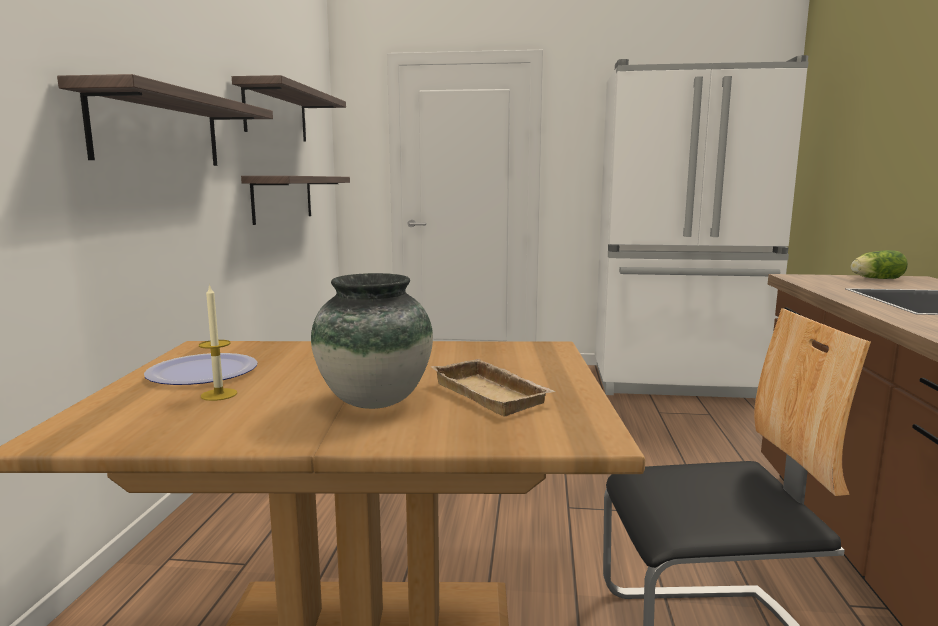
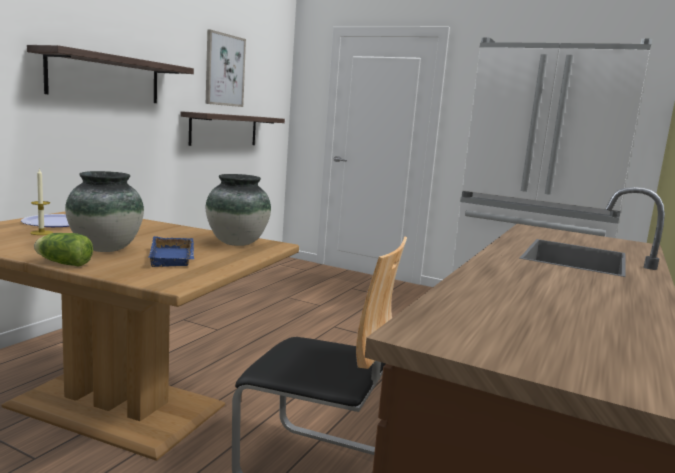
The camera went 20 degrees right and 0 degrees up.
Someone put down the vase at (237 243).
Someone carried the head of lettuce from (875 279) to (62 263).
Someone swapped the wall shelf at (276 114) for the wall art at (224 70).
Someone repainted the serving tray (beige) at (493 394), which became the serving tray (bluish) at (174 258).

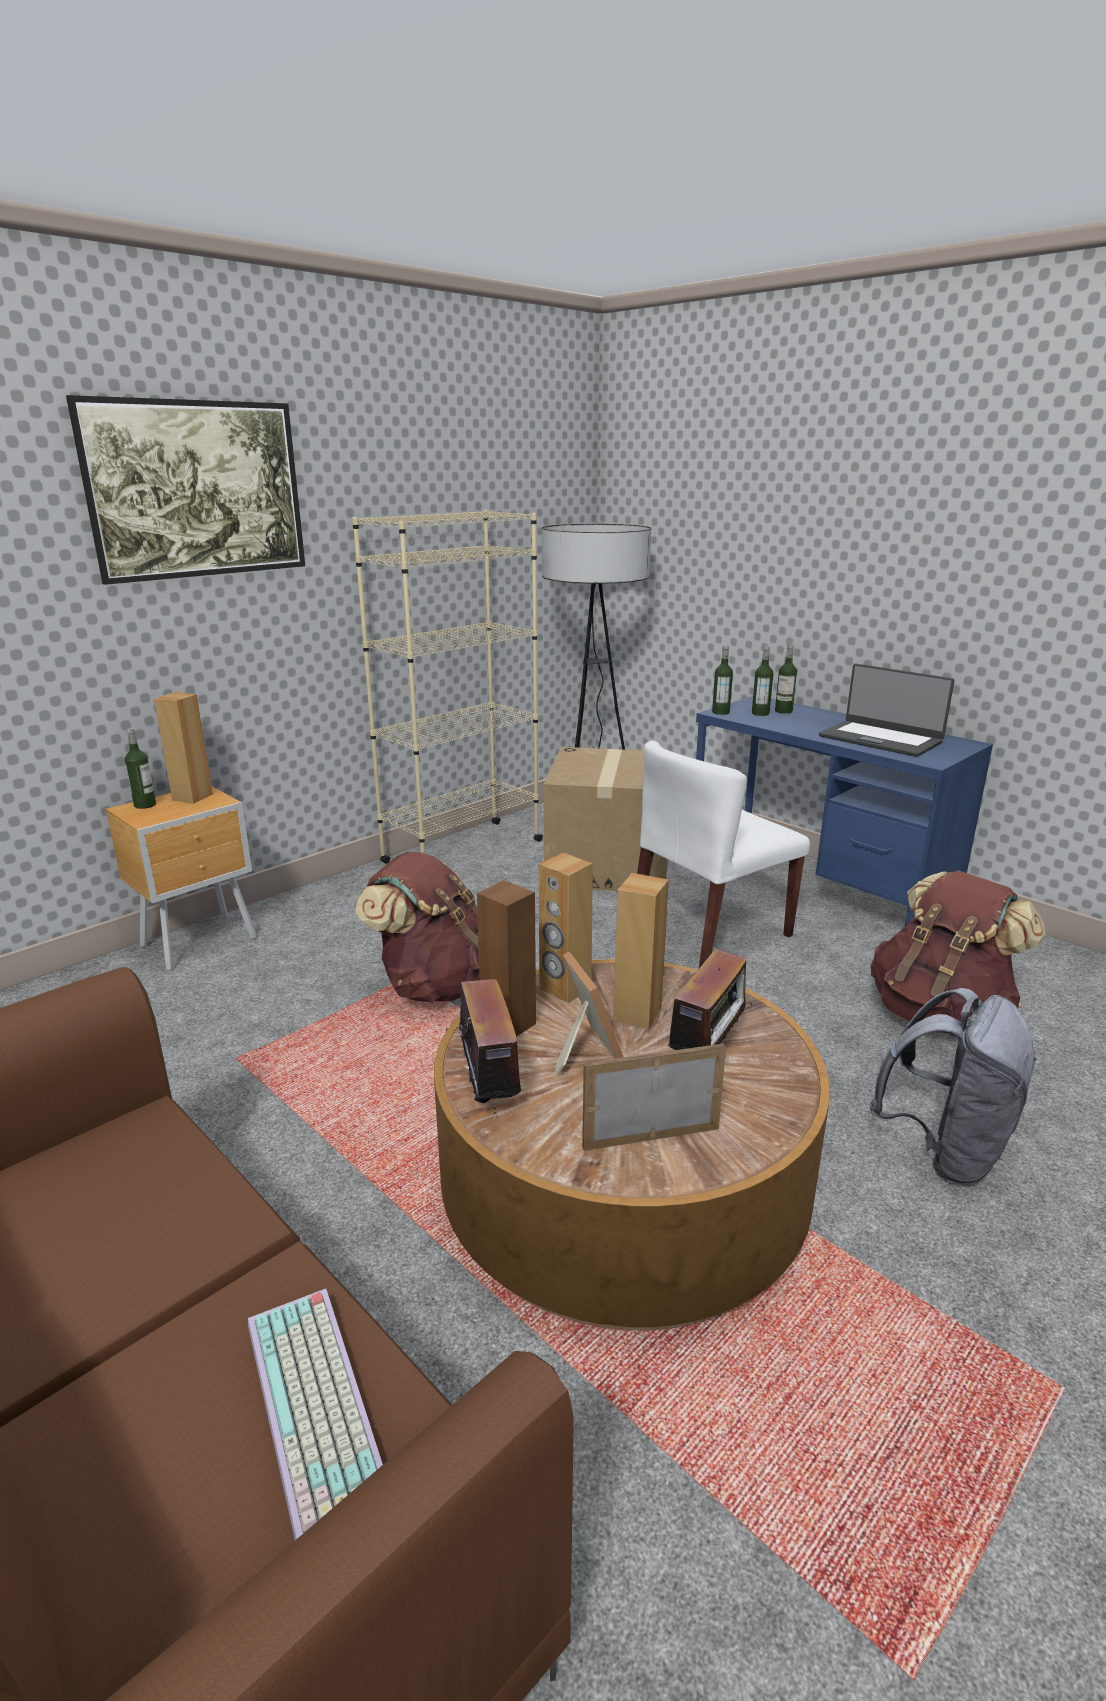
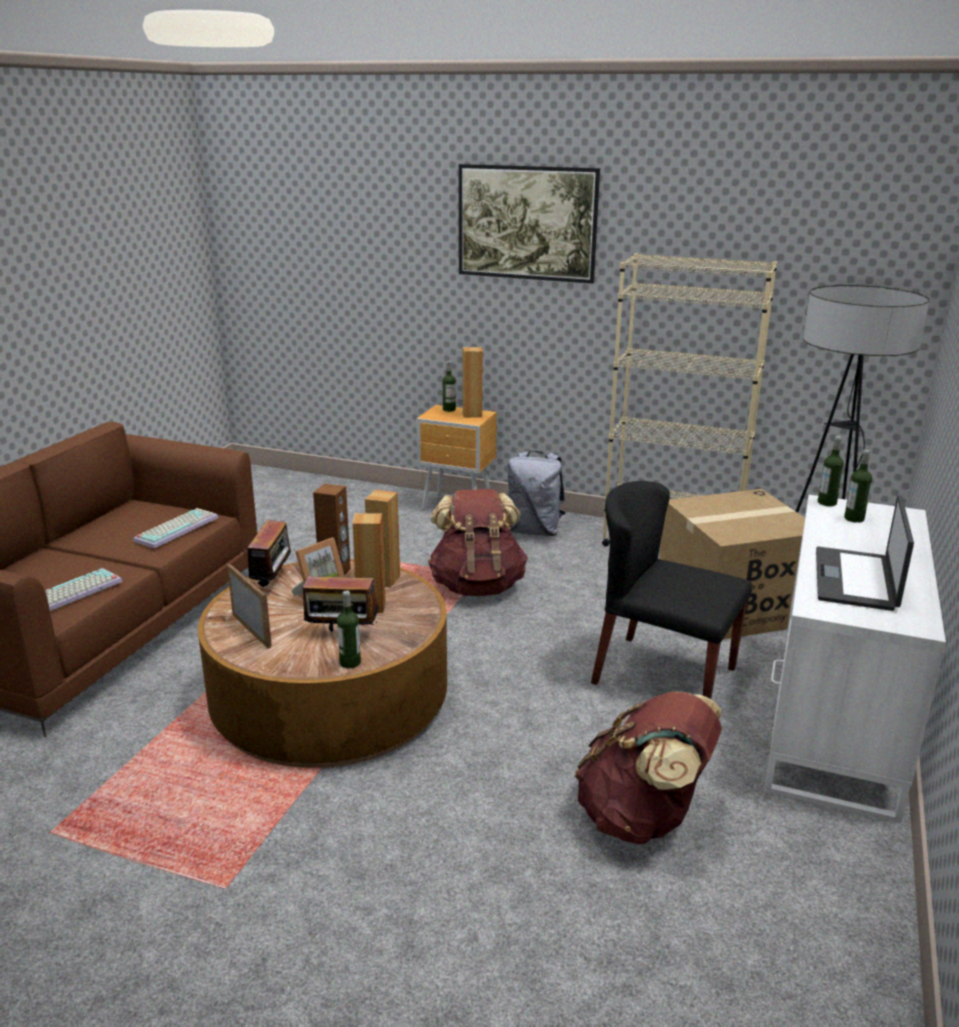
The camera went 65 degrees right and 0 degrees up.
Someone put down the computer keyboard at (176 528).
Someone carried the beverage bottle from (783 711) to (350 663).
Someone carried the backpack (grey) from (944 1149) to (534 531).
Someone repainted the plain chair (whitish) at (709 933), which became the plain chair (black) at (662 675).
Someone repainted the desk unit (bluish) at (816 885), which became the desk unit (whitish) at (833 720).
Someone rotated the radio receiver at (491 1087) by 45 degrees counterclockwise.

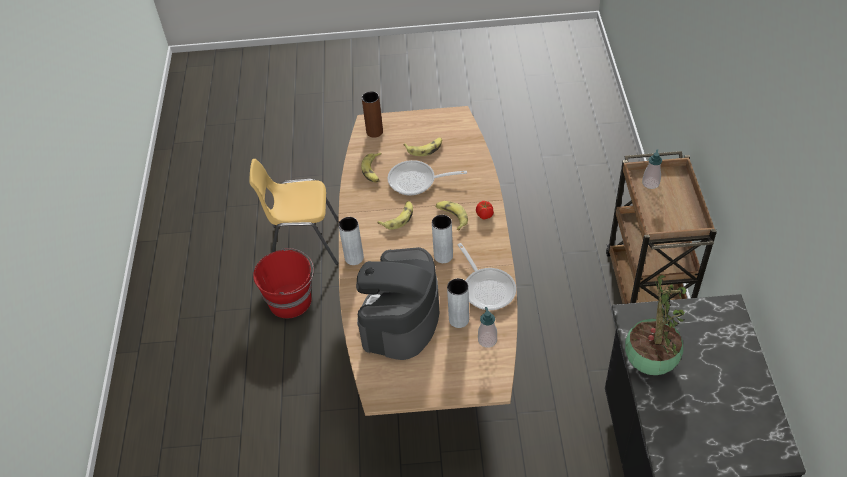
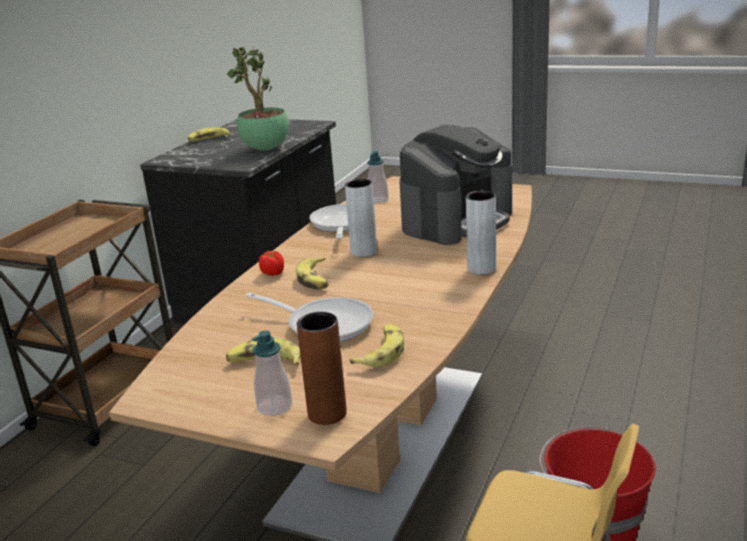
The camera went 155 degrees left and 25 degrees down.
Someone took away the vase (grey) at (459 319).
Someone carried the whole banana from (398 218) to (208 140).
Someone carried the soap dispenser from (650 183) to (274 407).

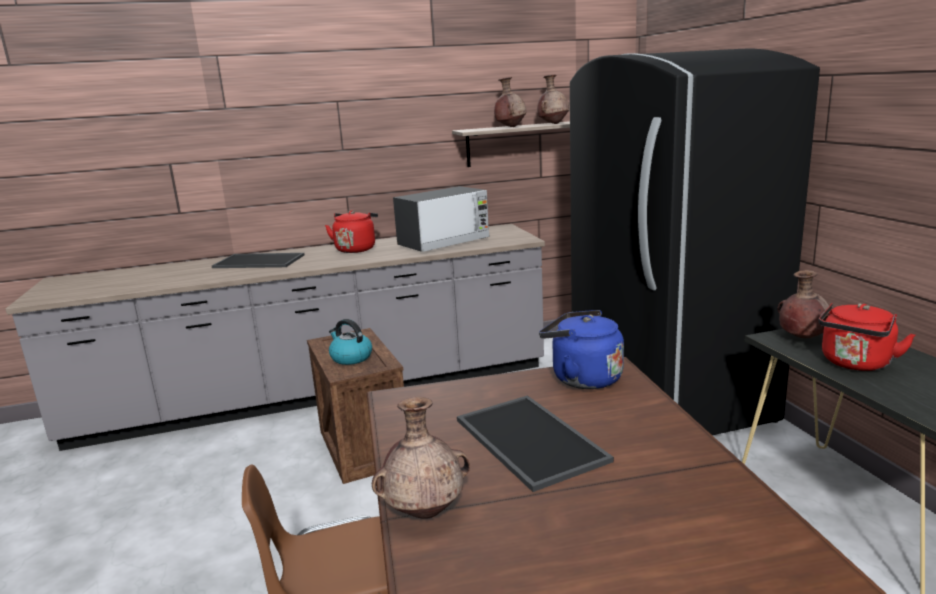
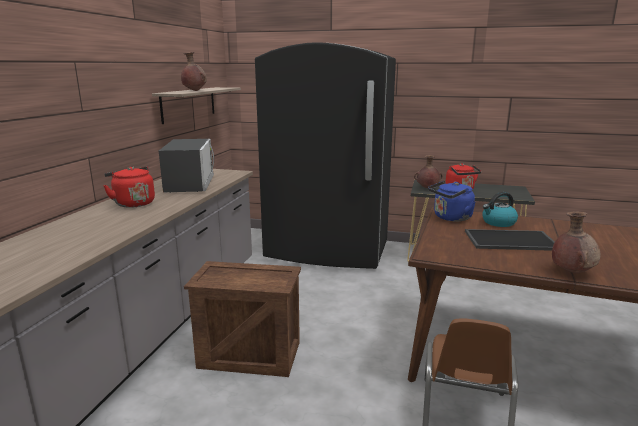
The camera went 60 degrees left and 0 degrees up.
Someone took away the serving tray at (260 261).
Someone took away the vase (brownish) at (553 124).
Someone carried the kettle from (350 358) to (498 223).

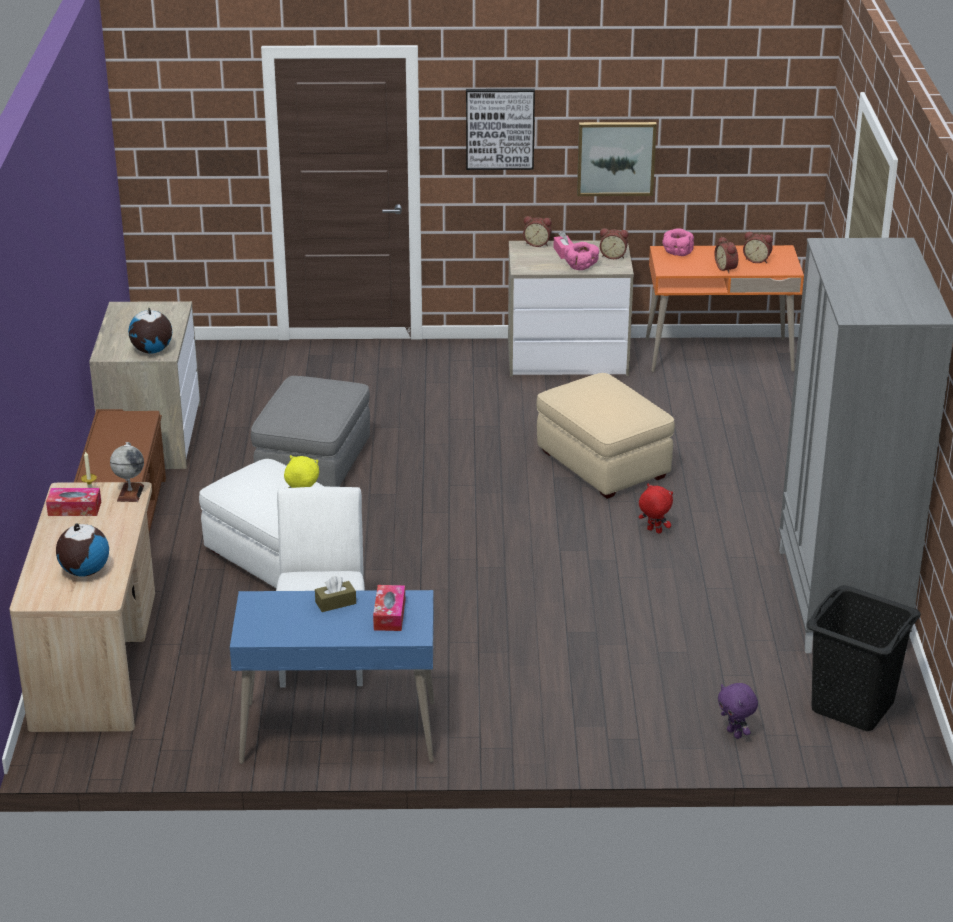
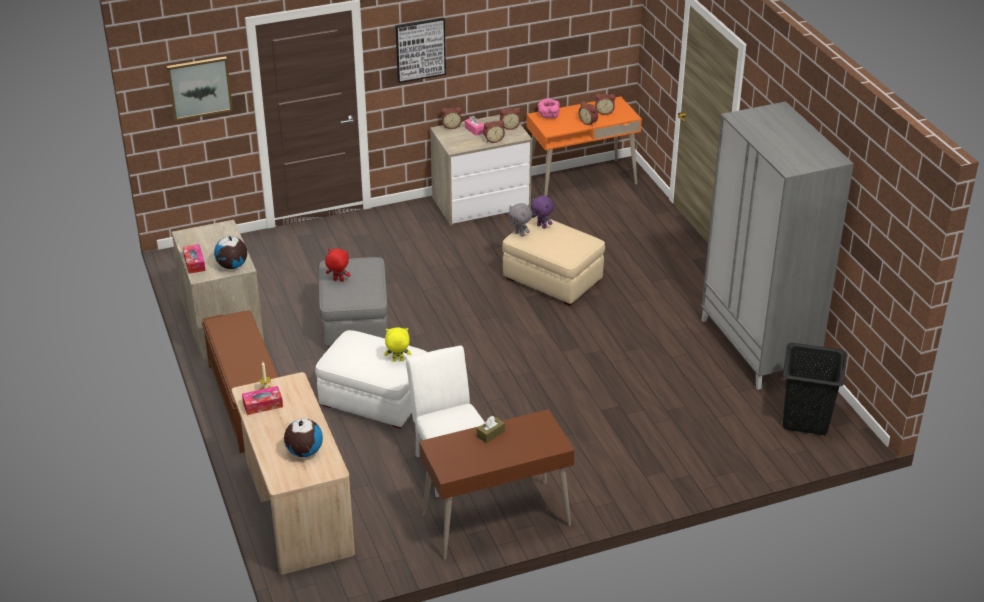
The camera went 20 degrees left and 5 degrees up.
Someone took away the desk globe at (130 493).
Someone put down the plush toy (grey) at (520 234).
Someone carried the box of tissues from (389 615) to (194 263).
Someone carried the wall art from (616 158) to (199 87).
Someone carried the plush toy (reddish) from (653 531) to (338 280).
Someone carried the plush toy (purple-coloured) from (735 733) to (542 226).
Someone swapped the bowl (pink) at (581 267) for the alarm clock at (493 140).
Someone repainted the desk unit (bluish) at (338 733), which became the desk unit (brownish) at (496 520).

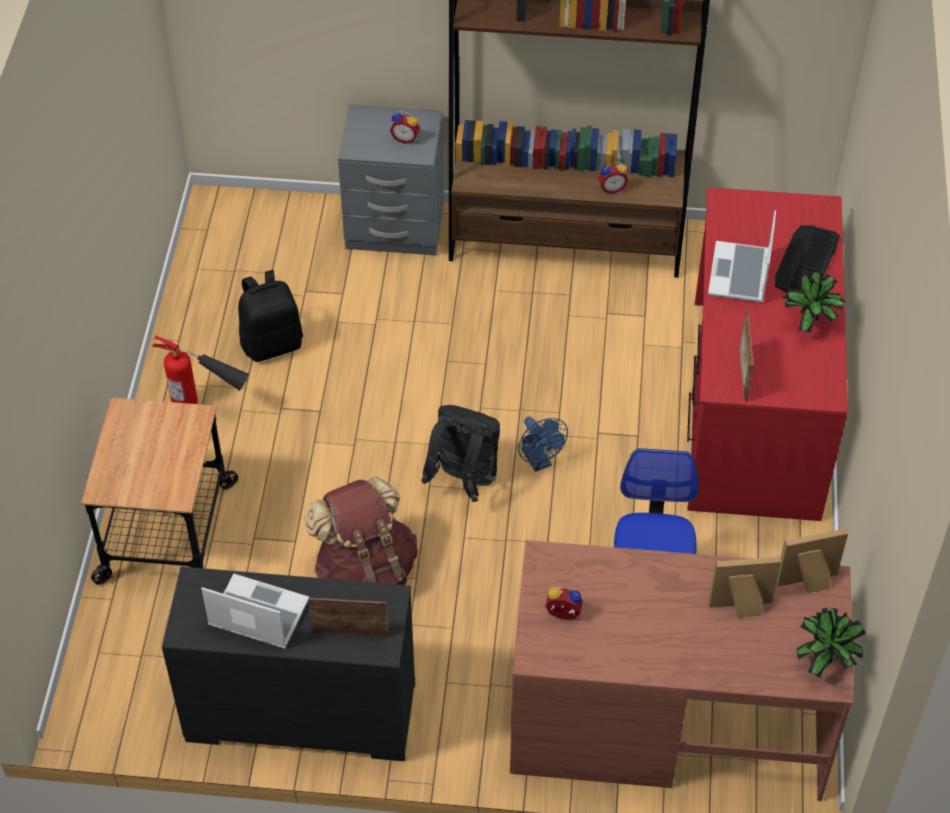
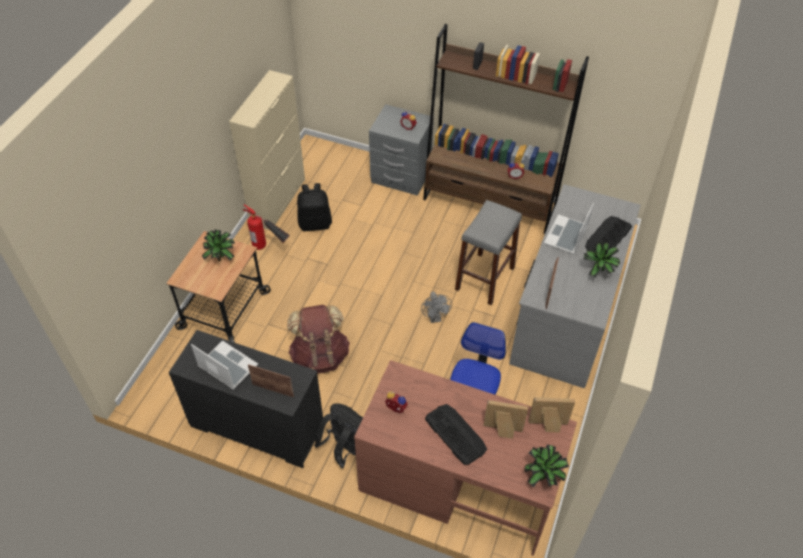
The camera went 15 degrees right and 0 degrees up.
Someone put down the plant in a pot at (222 258).
Someone put down the cabinet (beige) at (278 200).
Someone put down the computer keyboard at (455 434).
Someone put down the stool seat (grey) at (485 278).
Someone carried the backpack (black) from (463 480) to (344 448).
Someone repainted the fan (bluish) at (539 461), which became the fan (grey) at (435 318).
Someone repainted the desk unit (reddish) at (753 407), which became the desk unit (grey) at (565 314).

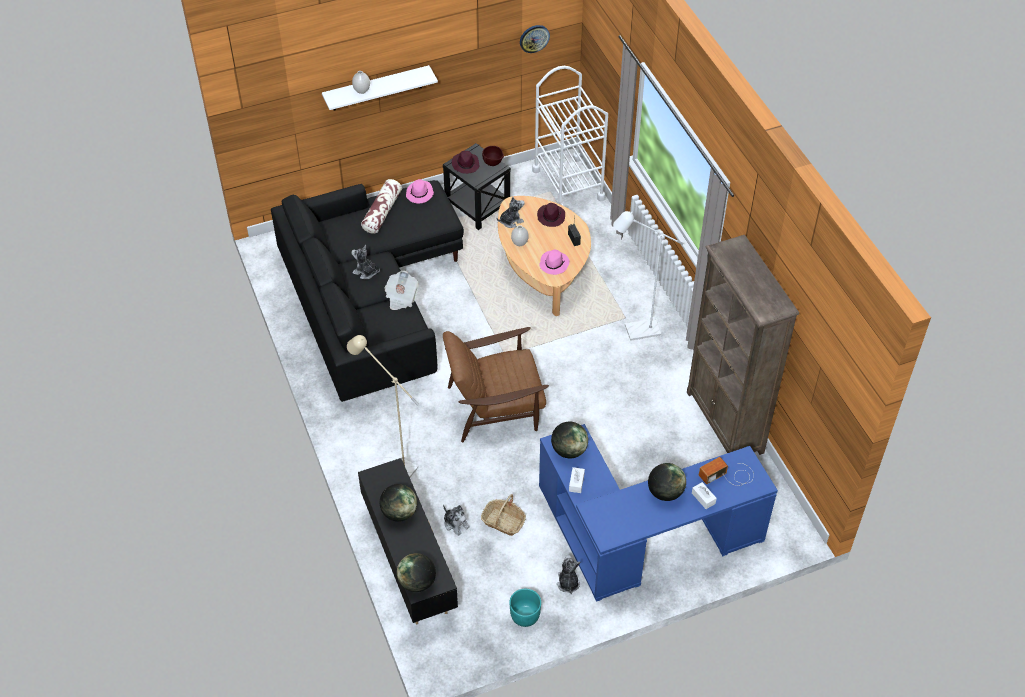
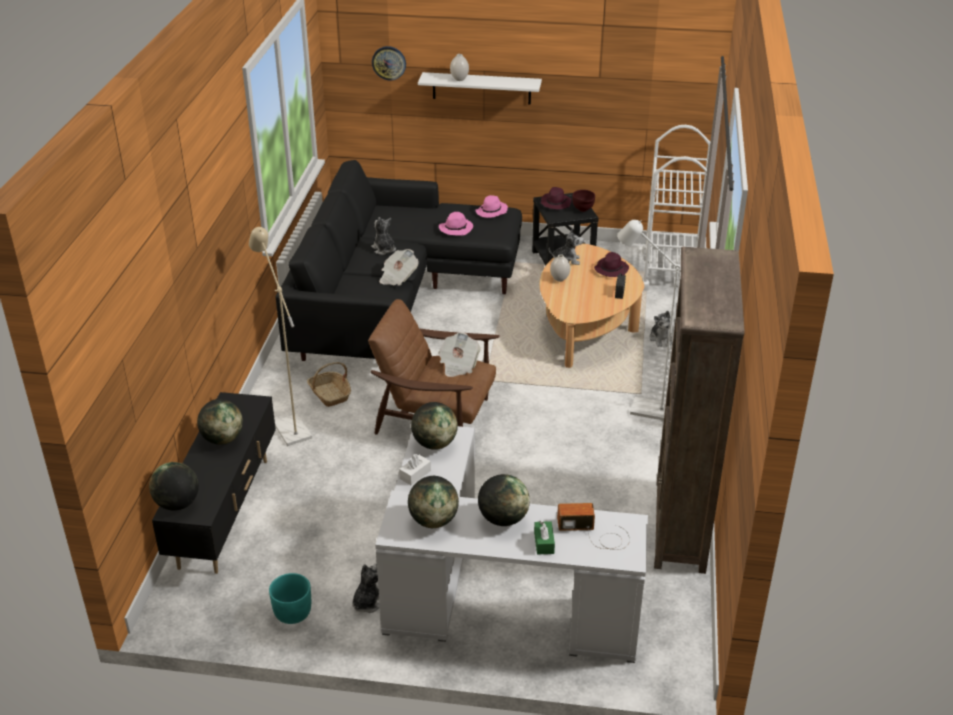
The camera went 30 degrees right and 15 degrees down.
Someone took away the pillow at (382 212).
Someone put down the desk globe at (433 521).
Someone put down the newspaper at (458 365).
Someone carried the plush toy from (456 523) to (661 339).
Someone carried the basket from (503 522) to (330 394).
Someone carried the clock on the wall from (534 38) to (389 63).
Someone carried the wearable hat (pink) from (554 264) to (456 228).
Someone repainted the desk unit (bluish) at (641 537), which became the desk unit (whitish) at (487 594).
Someone repainted the box of tissues (whitish) at (703 498), which became the box of tissues (greenish) at (544 542).

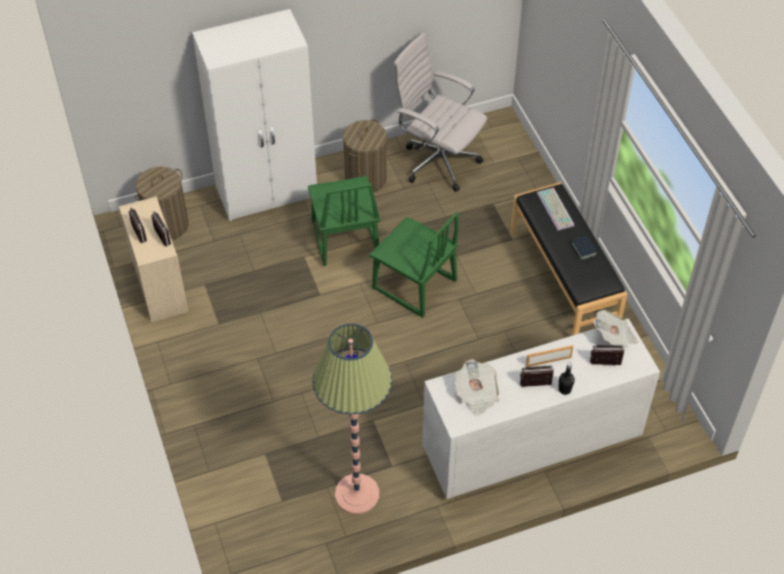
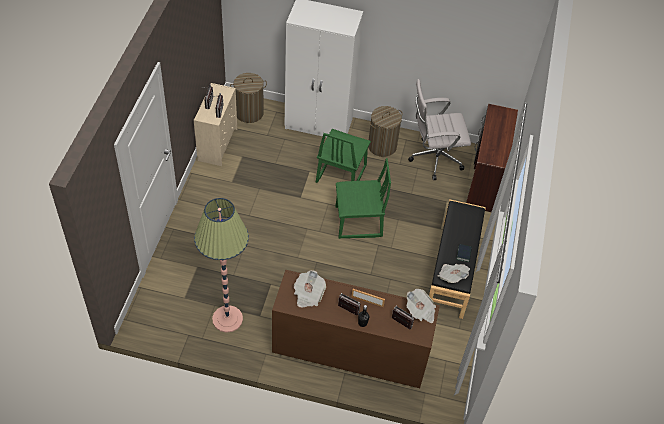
The camera went 30 degrees right and 0 degrees up.
Someone took away the computer keyboard at (556 209).
Someone put down the newspaper at (452 276).
Someone put down the desk unit (brownish) at (484 180).
Someone repainted the chest of drawers (whitish) at (530 444), which became the chest of drawers (brownish) at (349 352).
Someone rotated the plain chair (greenish) at (414 285) by 75 degrees counterclockwise.
Someone rotated the office chair (whitish) at (437 161) by 75 degrees counterclockwise.

